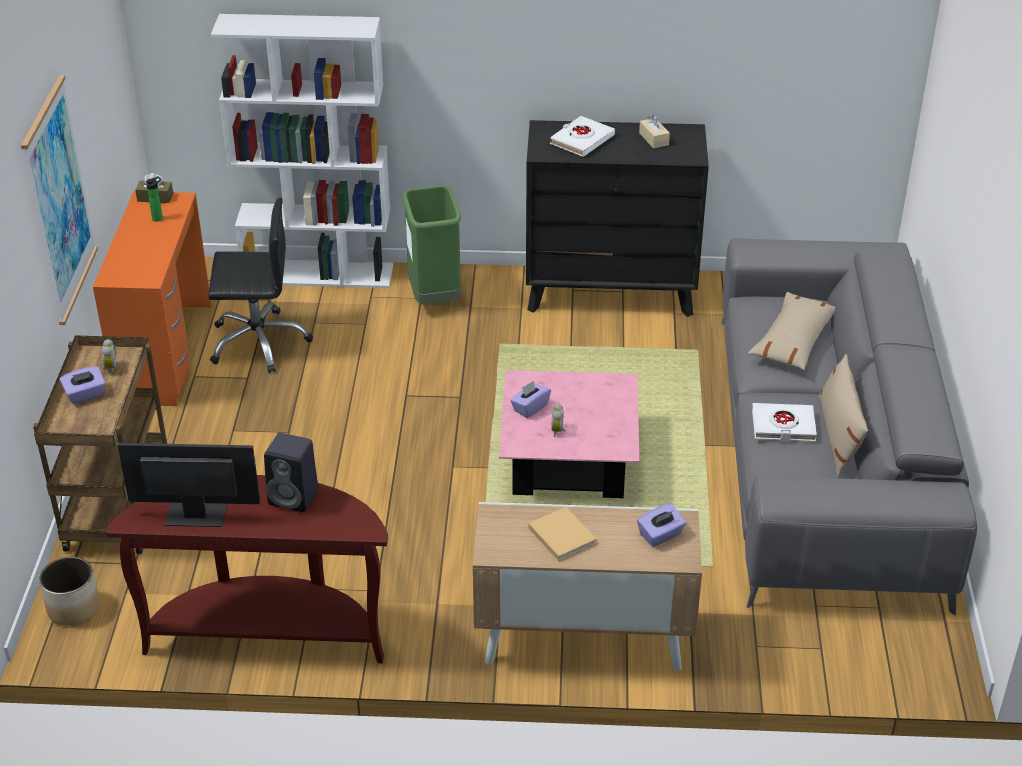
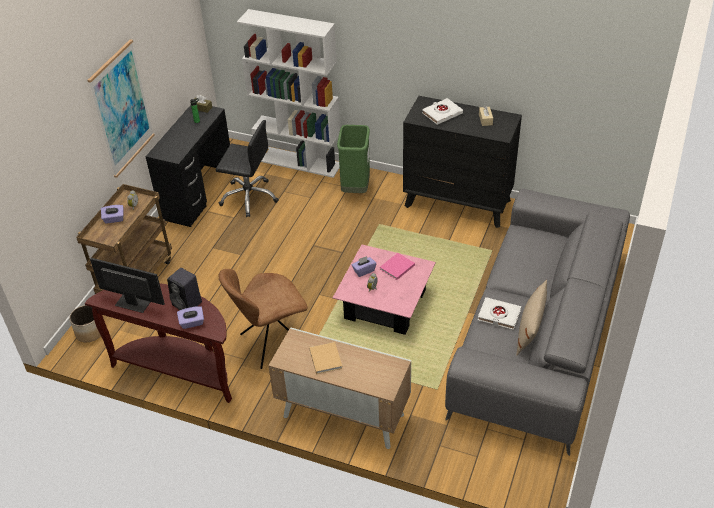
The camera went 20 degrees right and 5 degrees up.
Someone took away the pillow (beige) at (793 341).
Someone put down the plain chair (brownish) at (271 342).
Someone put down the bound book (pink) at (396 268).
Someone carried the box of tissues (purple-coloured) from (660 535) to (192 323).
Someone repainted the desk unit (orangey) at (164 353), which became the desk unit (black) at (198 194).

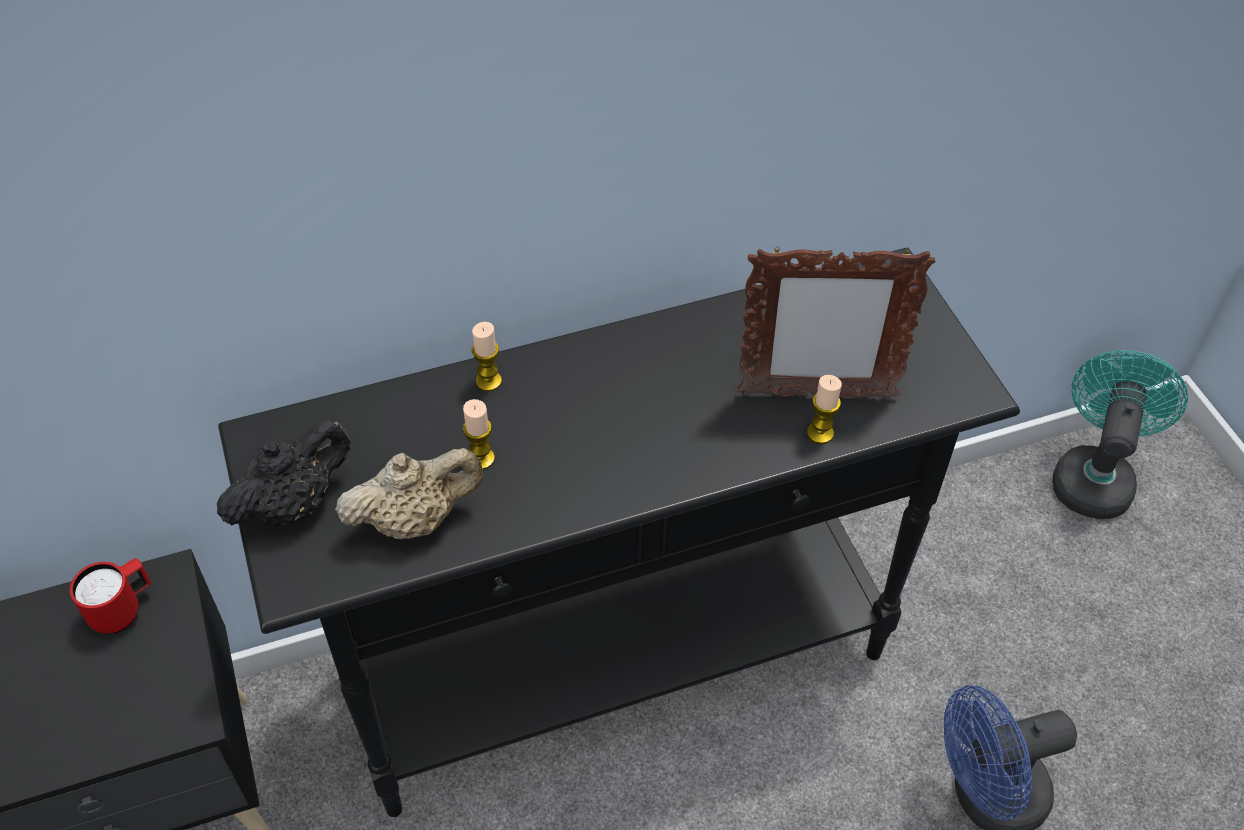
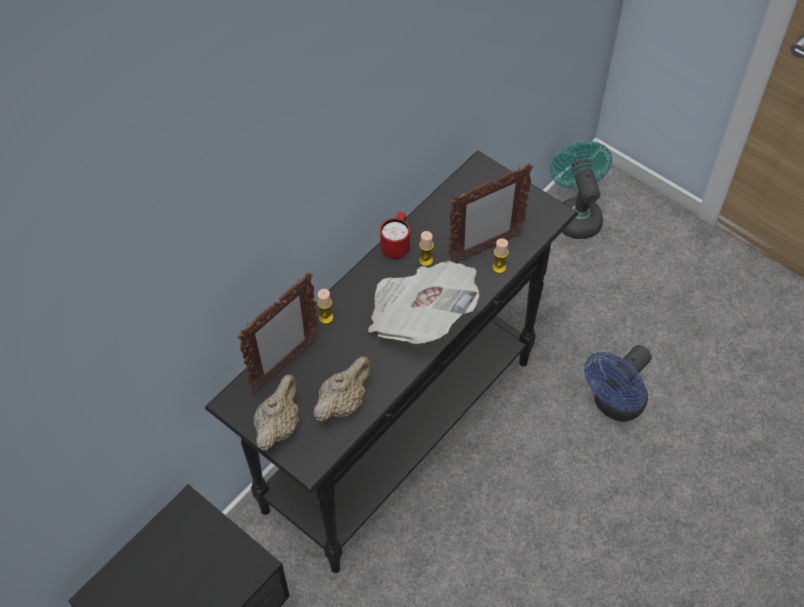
The camera went 30 degrees left and 5 degrees up.
Someone put down the standing frame at (285 366).
Someone put down the newspaper at (420 316).
Someone carried the mug (reddish) from (123 610) to (396 246).
Someone carried the wax candle from (481 459) to (426 260).
Someone repainted the tea pot (black) at (293 504), which became the tea pot (beige) at (278 426).

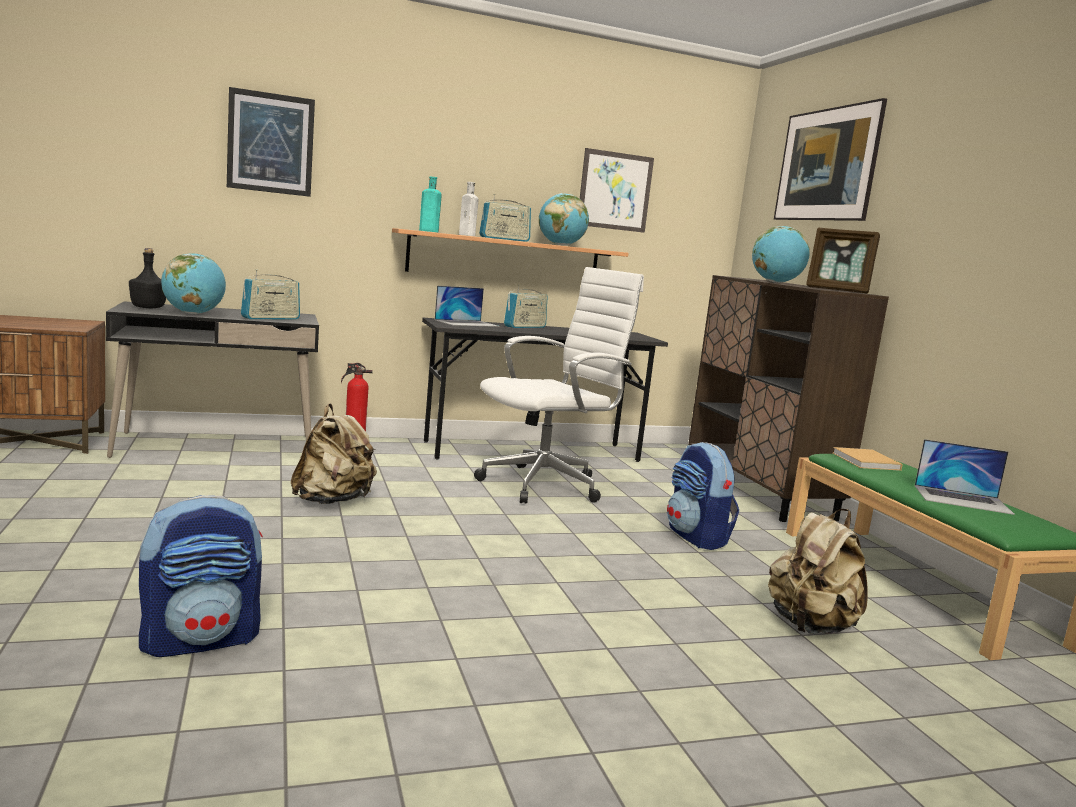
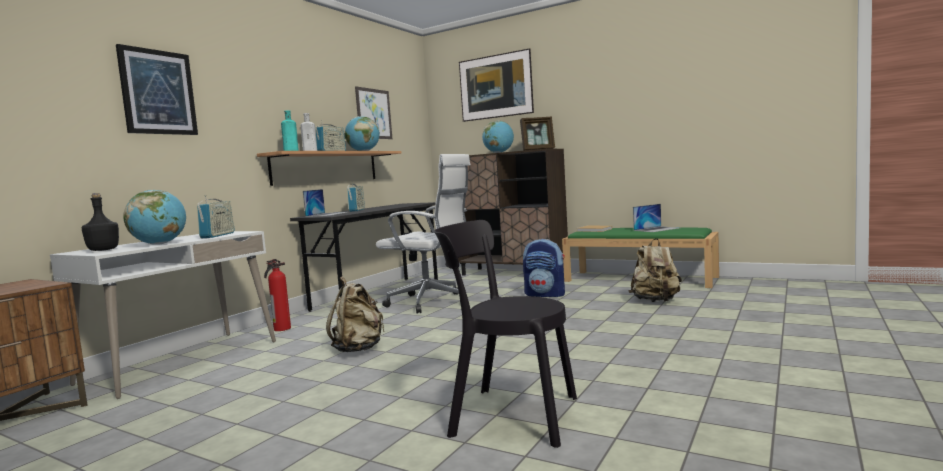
The camera went 40 degrees left and 5 degrees down.
Someone swapped the backpack at (201 640) for the plain chair (black) at (508 415).
Someone repainted the desk unit (black) at (216 446), which became the desk unit (whitish) at (182 362).
Someone rotated the office chair (whitish) at (546 485) by 105 degrees clockwise.

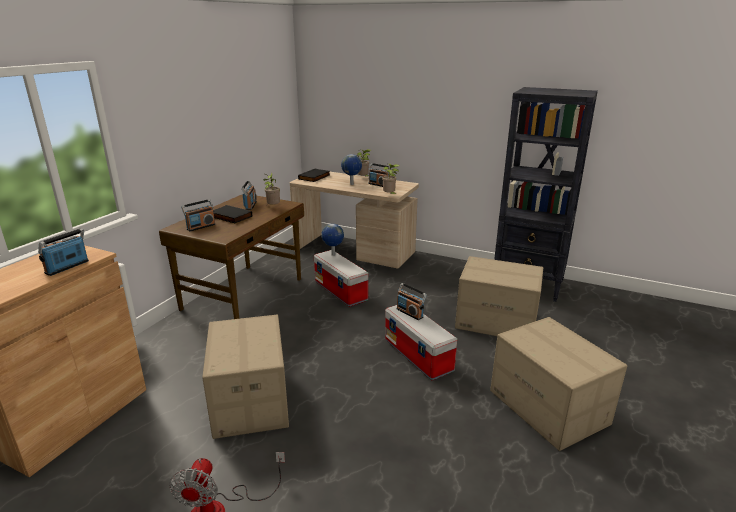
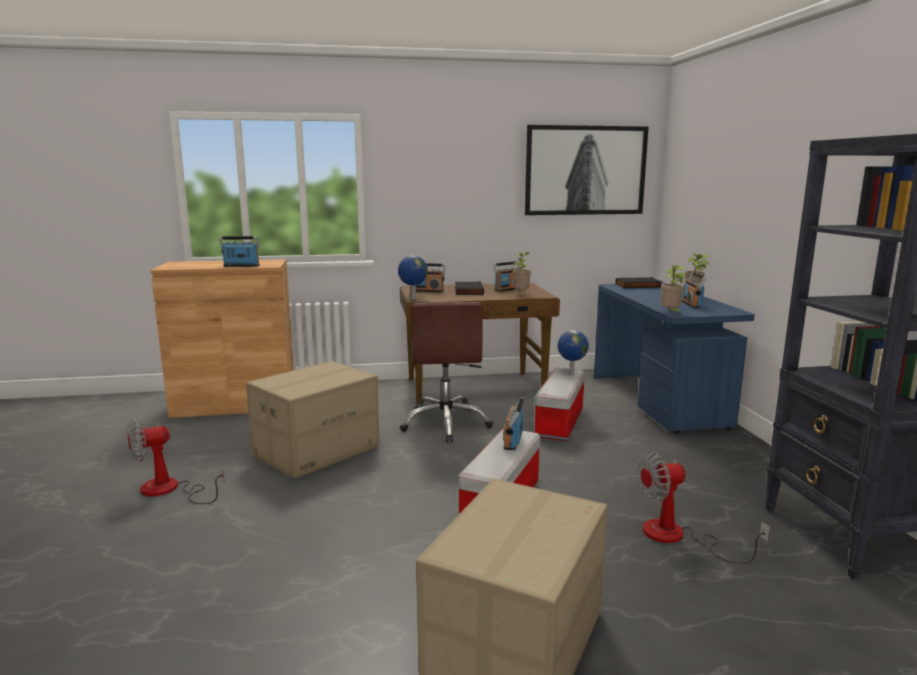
The camera went 55 degrees right and 10 degrees down.
Someone put down the office chair (brownish) at (446 424).
Someone put up the wall art at (585 170).
Someone carried the desk globe from (352 184) to (413 299).
Someone swapped the carton at (496 321) for the fan at (678 537).
Someone repainted the desk unit (beige) at (354 251), which became the desk unit (bluish) at (659 400).

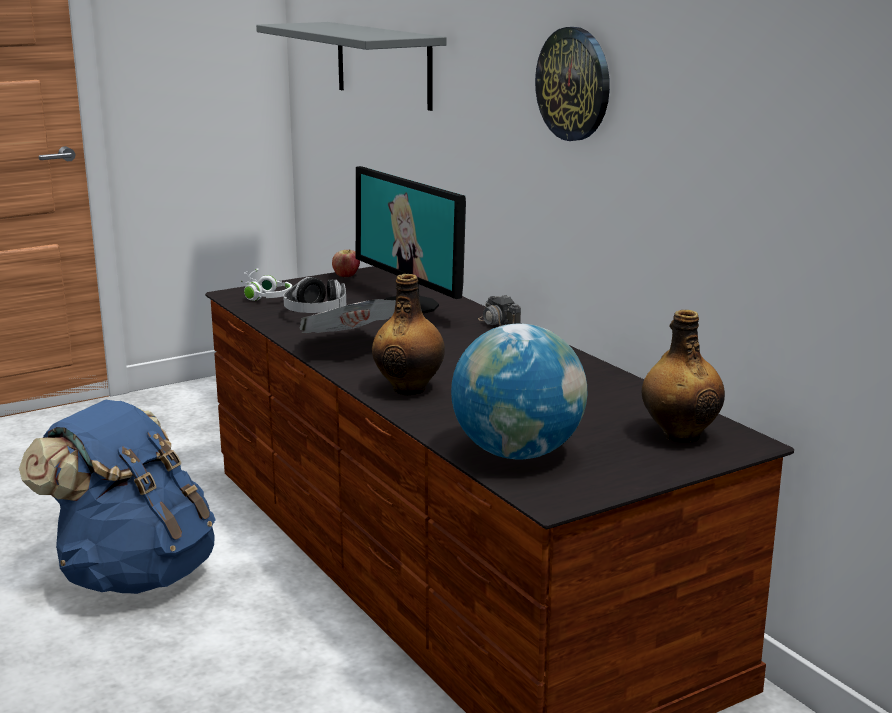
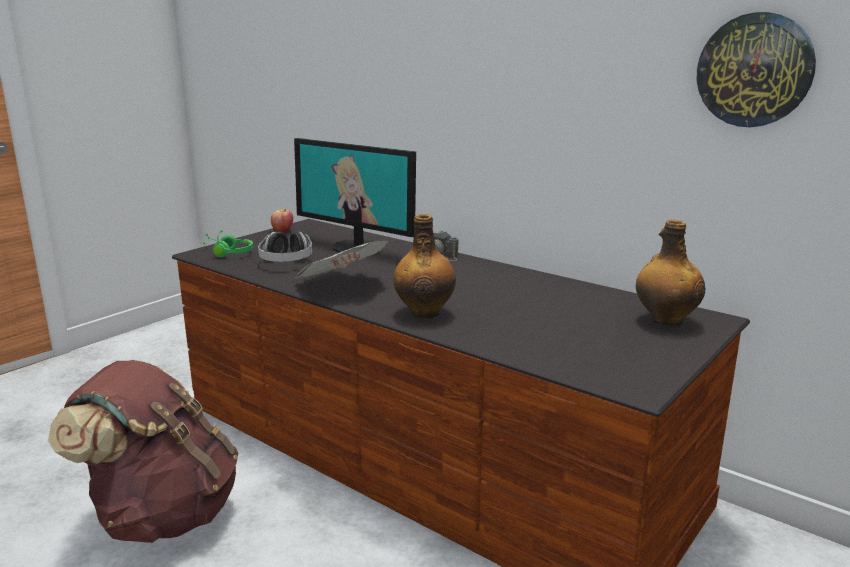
The camera went 20 degrees left and 0 degrees up.
Someone took away the wall shelf (grey) at (383 64).
Someone took away the desk globe at (518 453).
Someone carried the clock on the wall from (574 84) to (754 70).
Someone repainted the backpack (bluish) at (134 574), which became the backpack (brownish) at (162 515).
Someone repainted the headphones (whitish) at (264 296), which became the headphones (greenish) at (227 252).

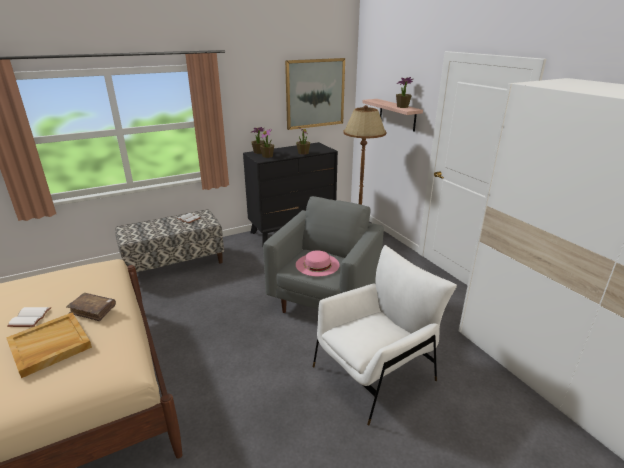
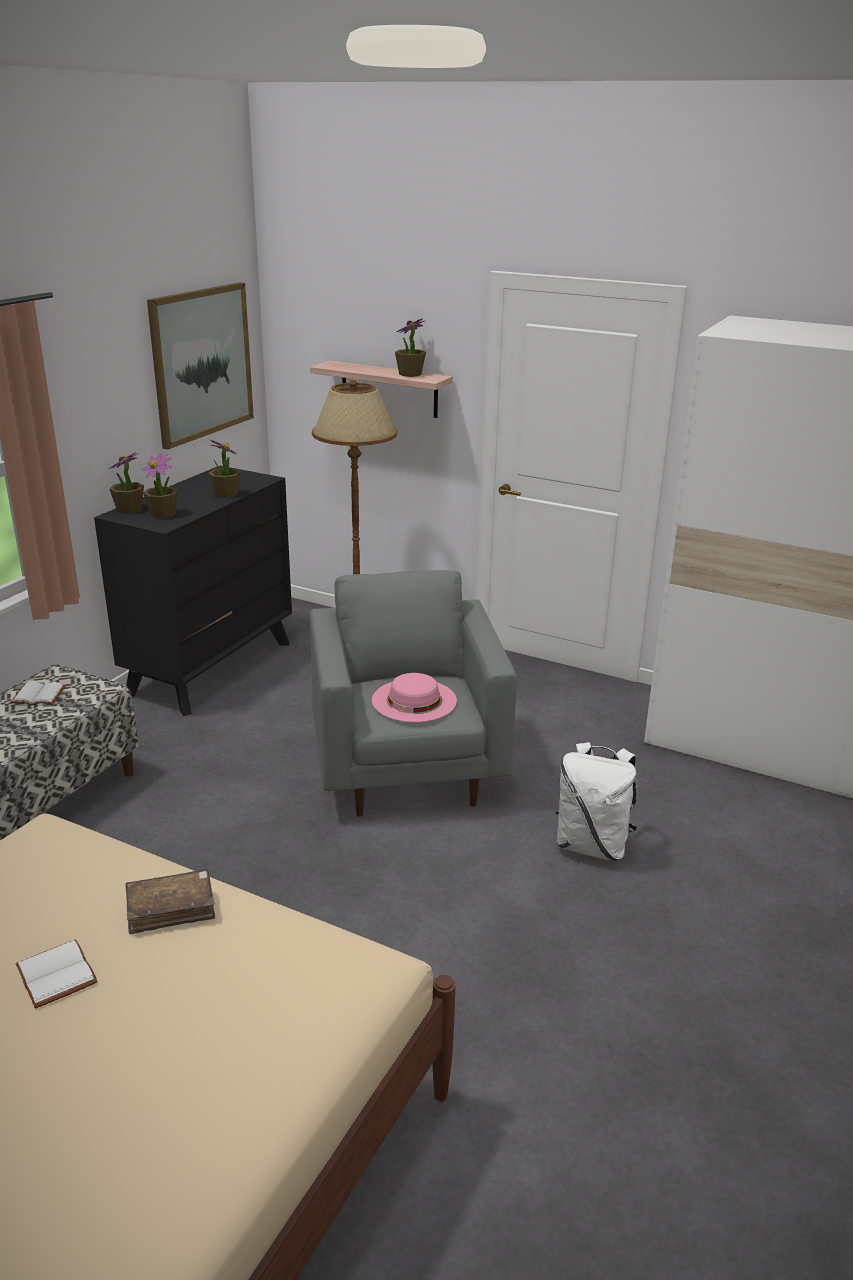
The camera went 35 degrees left and 0 degrees up.
Someone took away the serving tray (beige) at (49 346).
Someone swapped the easy chair (whitish) at (374 373) for the backpack (whitish) at (592 845).

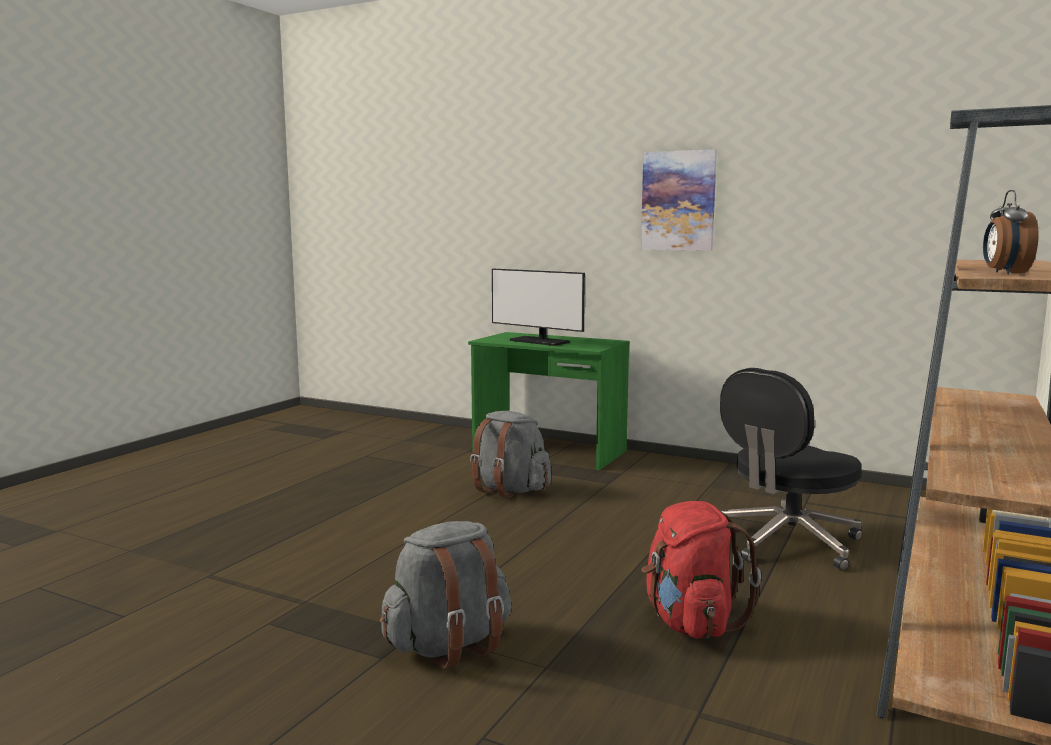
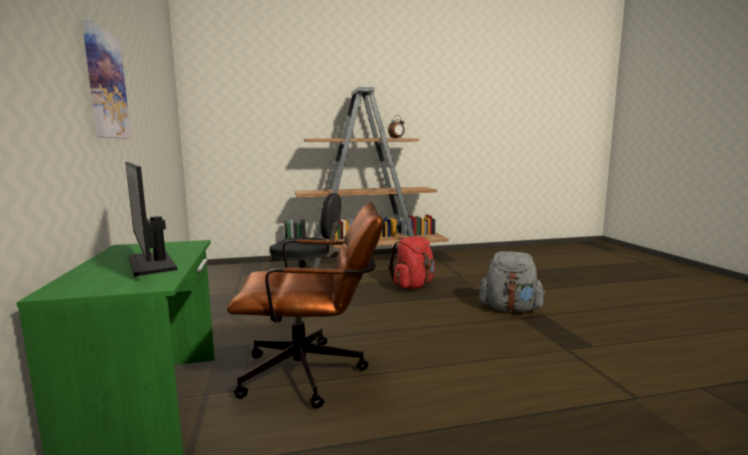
The camera went 130 degrees left and 0 degrees up.
Someone swapped the backpack (grey) at (510 490) for the office chair (brownish) at (313 373).
Someone rotated the computer display at (539 341) by 150 degrees clockwise.

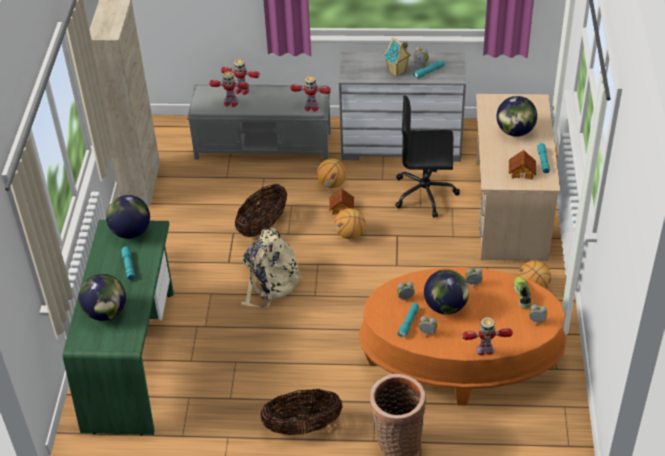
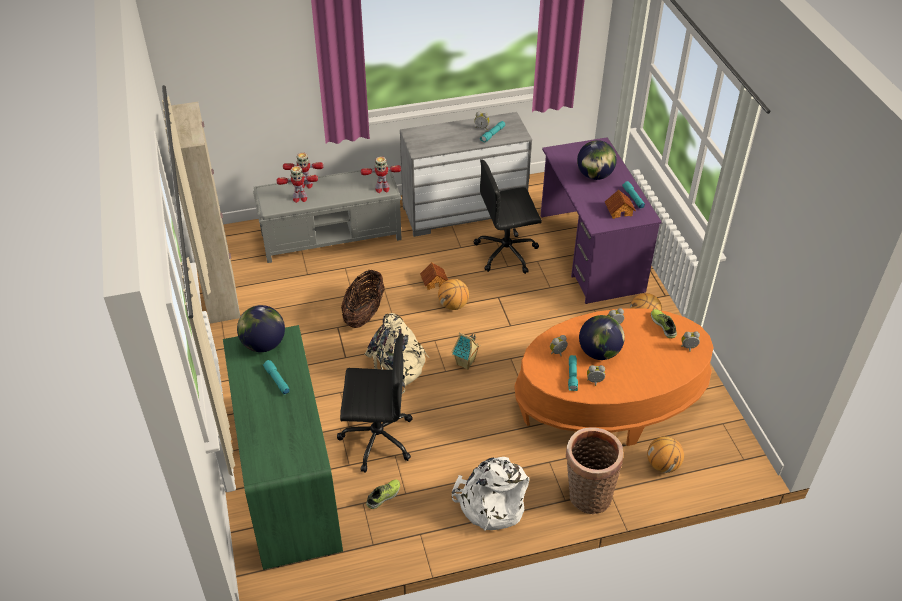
The camera went 20 degrees left and 0 degrees up.
Someone took away the desk globe at (106 312).
Someone took away the robot figure at (485 350).
Someone put down the office chair (black) at (376 438).
Someone put down the shoe at (384 496).
Someone carried the basketball ball from (332 184) to (663 465).
Someone carried the miniature house from (397 71) to (465 363).
Someone swapped the basket at (302 426) for the backpack (whitish) at (490 504).
Someone repainted the desk unit (beige) at (510 210), which became the desk unit (purple-coloured) at (590 253).

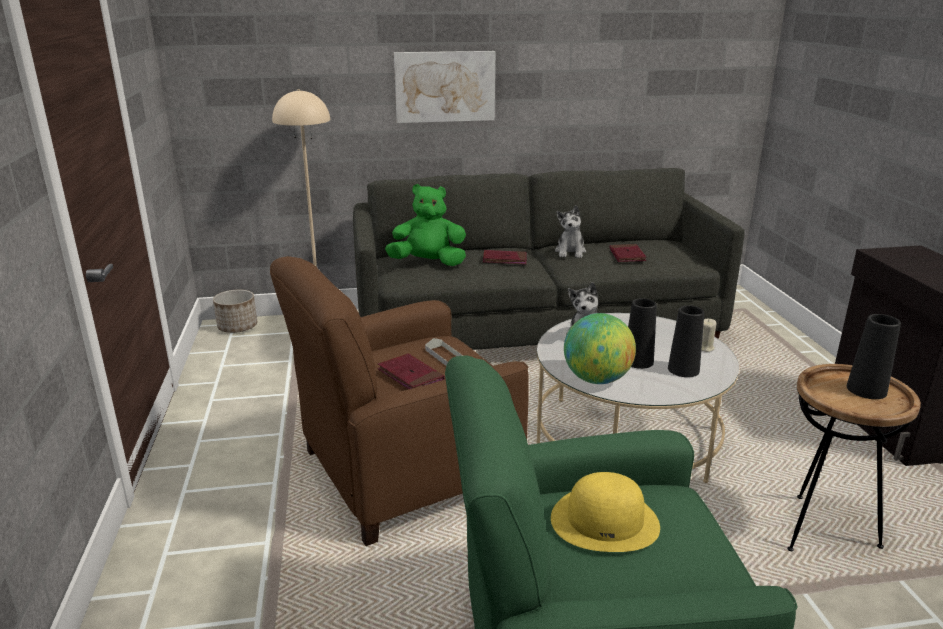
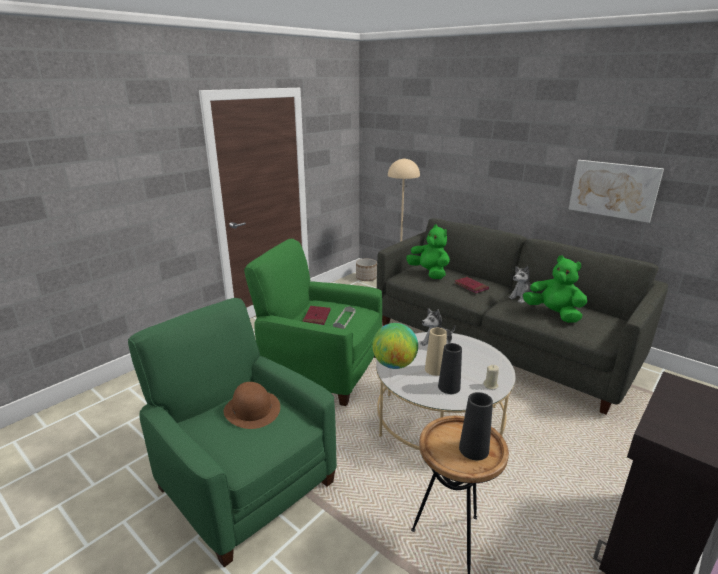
The camera went 50 degrees right and 0 degrees up.
Someone carried the wall art from (445 86) to (613 189).
Someone swapped the bound book (reddish) at (627 255) for the plush toy (greenish) at (553 314).
Someone repainted the easy chair (brownish) at (405 471), which became the easy chair (greenish) at (321 369).
Someone repainted the wearable hat (yellowish) at (605 521), which became the wearable hat (brownish) at (252 409).
Someone repainted the vase (black) at (638 361), which became the vase (beige) at (435 369).

